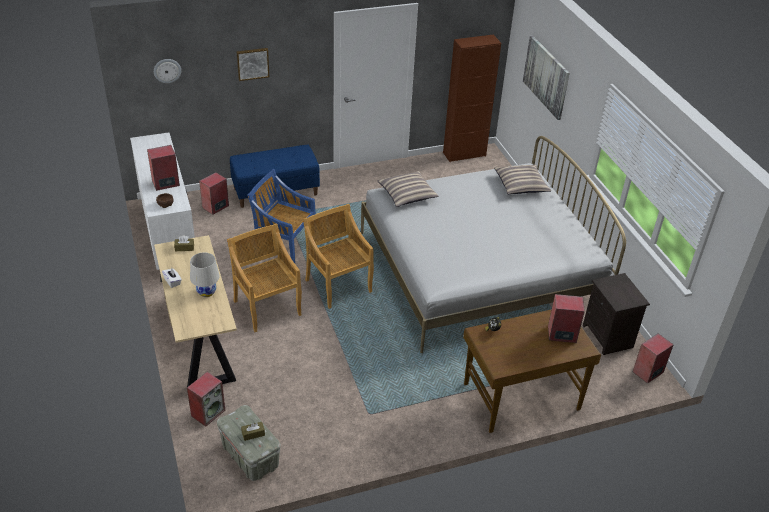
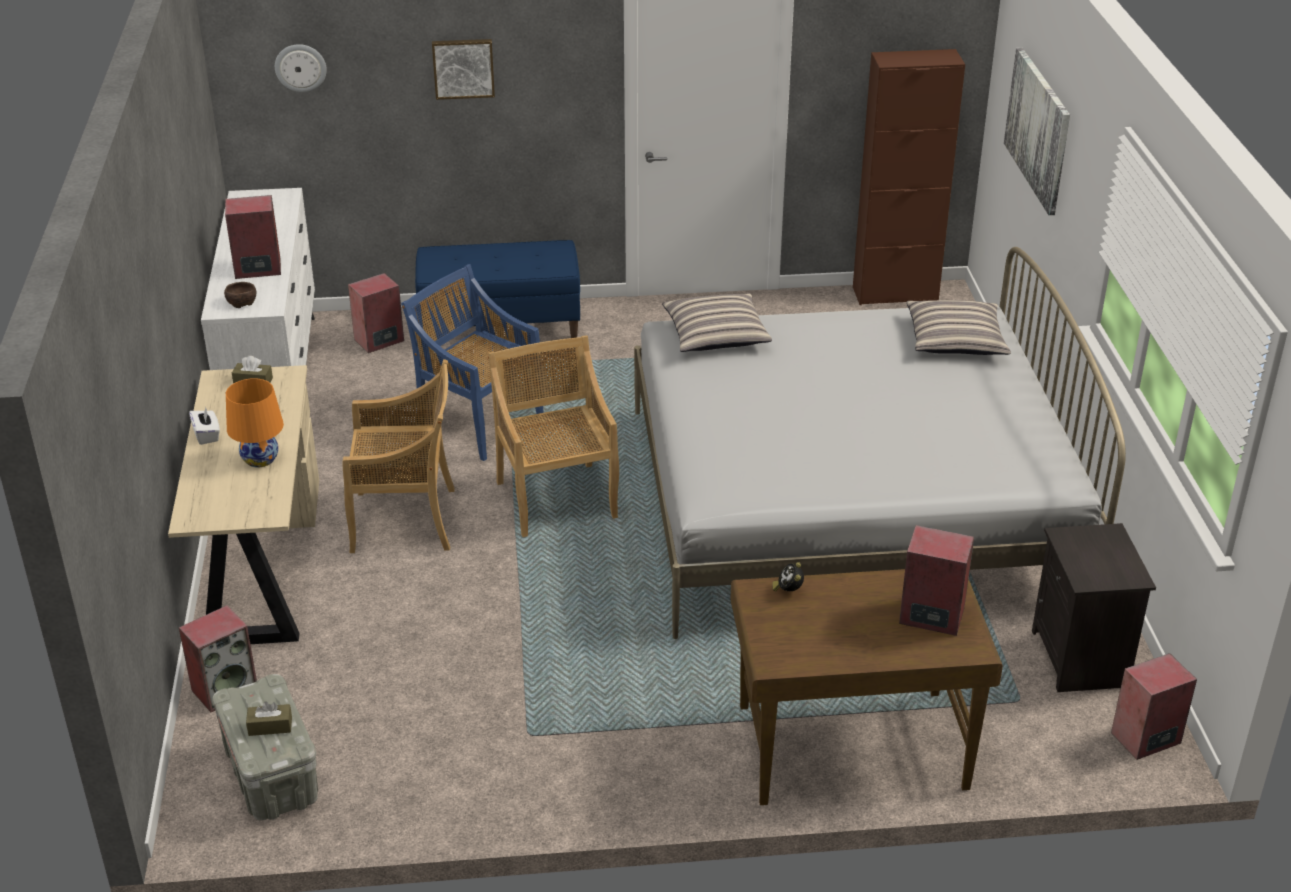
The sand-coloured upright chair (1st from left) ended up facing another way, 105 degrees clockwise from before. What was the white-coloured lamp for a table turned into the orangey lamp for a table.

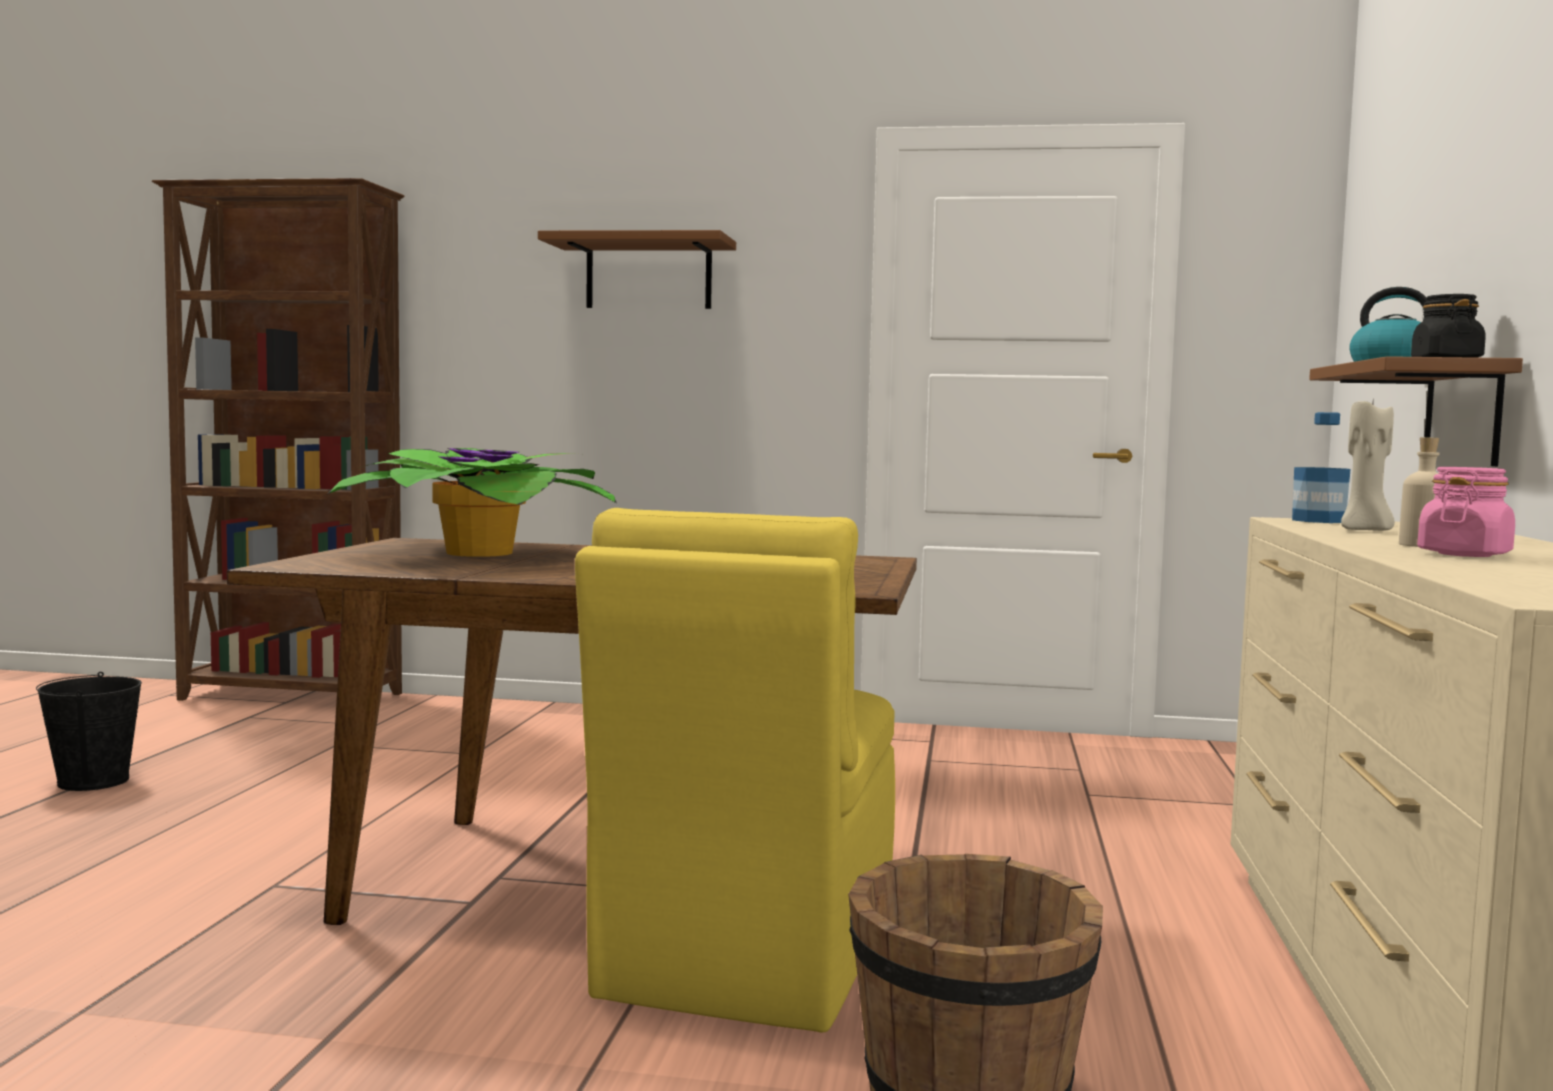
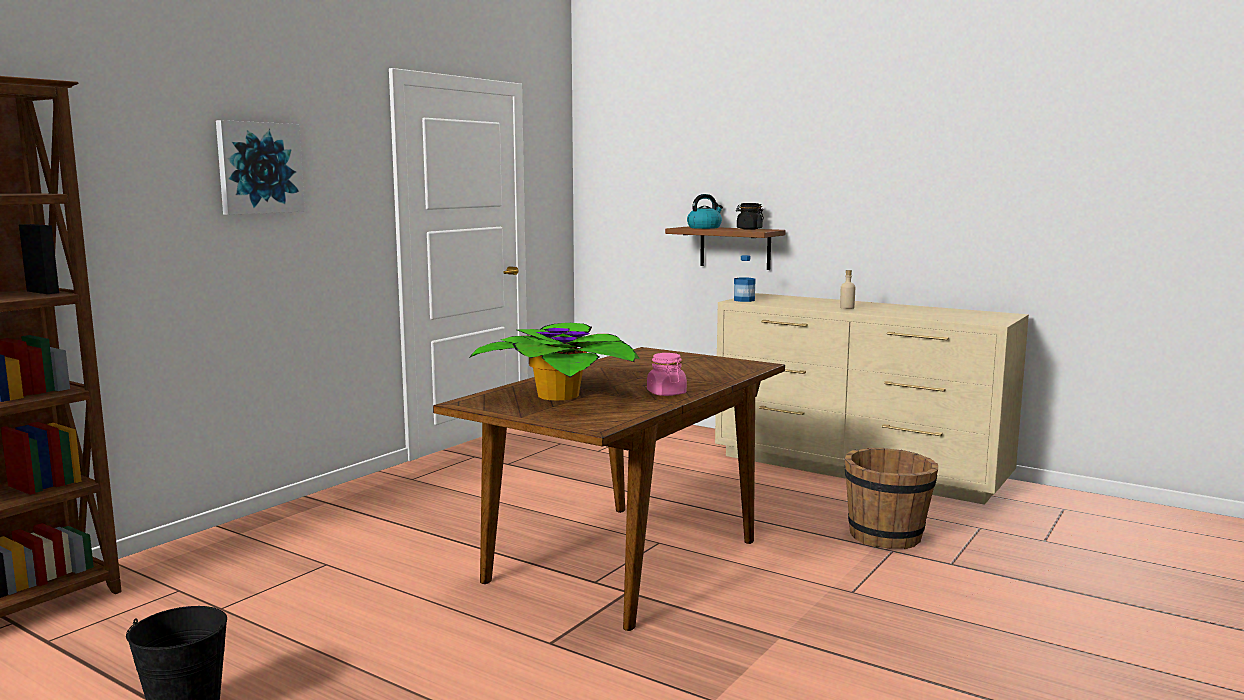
Where the brown bracket shelf (1st from left) hung, the wall picture came to hang. The second view lost the sand-coloured wax candle. The pink jar ended up elsewhere. The second view lost the yellowish upright chair.

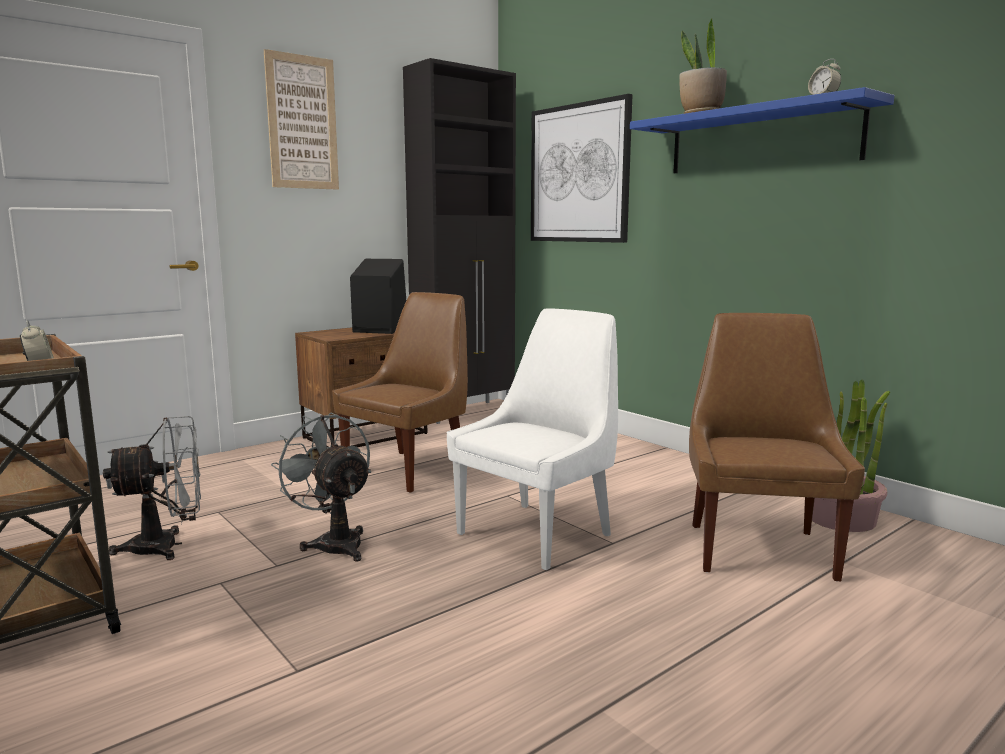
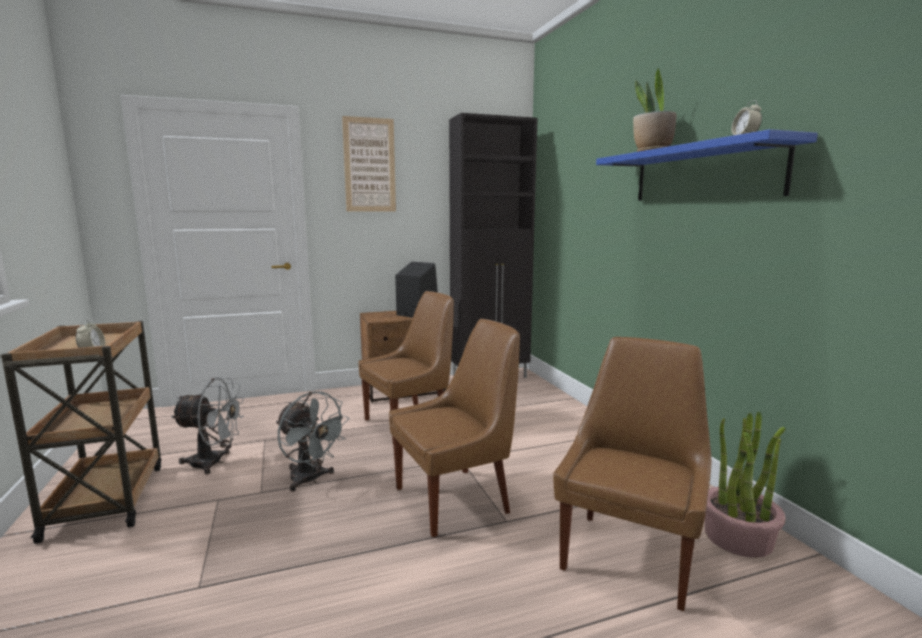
The second view lost the wall picture (2nd from left). What was the white-coloured upright chair turned into the brown upright chair (2nd from left). The greyish cooling fan (2nd from left) ended up facing another way, 150 degrees clockwise from before.

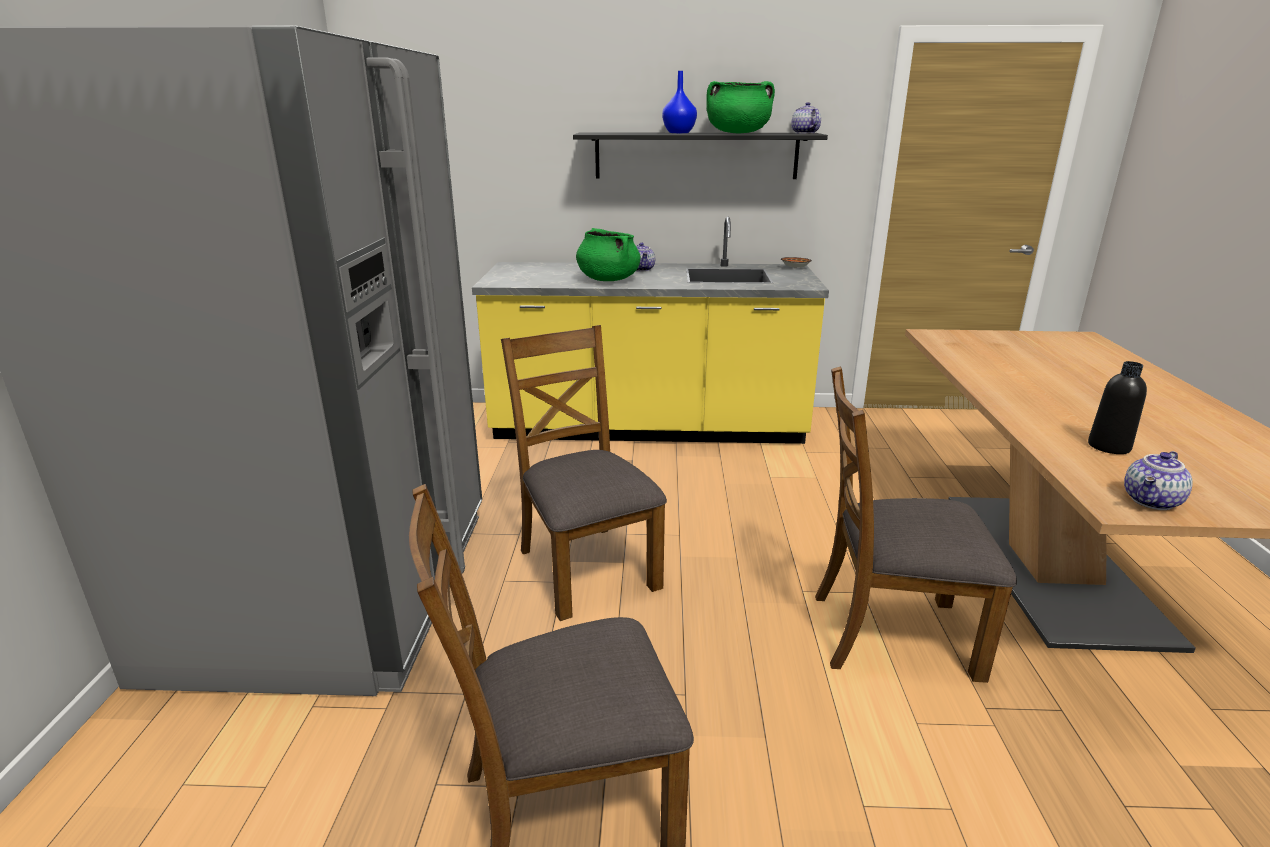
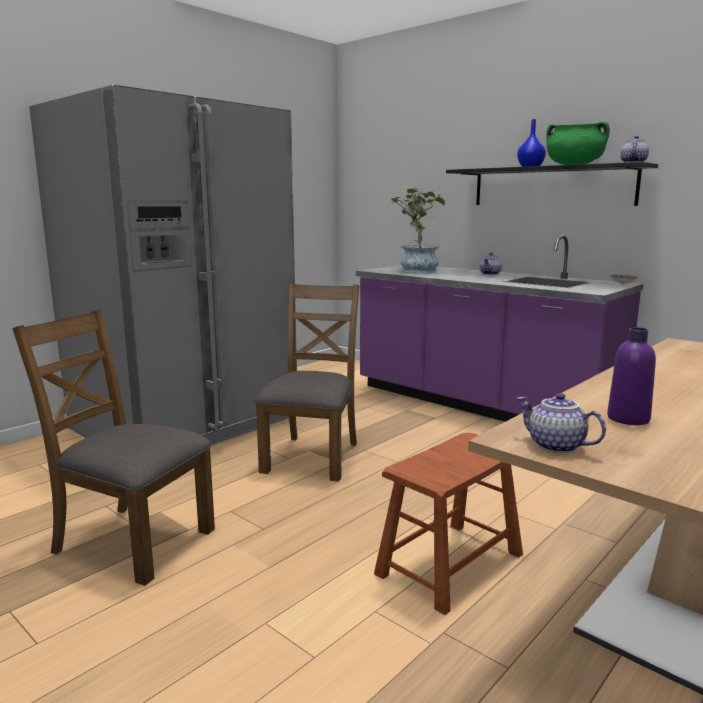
What was the yellowish counter turned into the purplish counter. The second view lost the green-coloured saucepot (1st from left). What was the blackish bottle turned into the purplish bottle. Where the brown upright chair (3rd from left) stood, the brown sitting stool came to stand. The pot for tea (3rd from left in the first image) ended up facing another way, 45 degrees clockwise from before. The second view gained the plant in a pot.

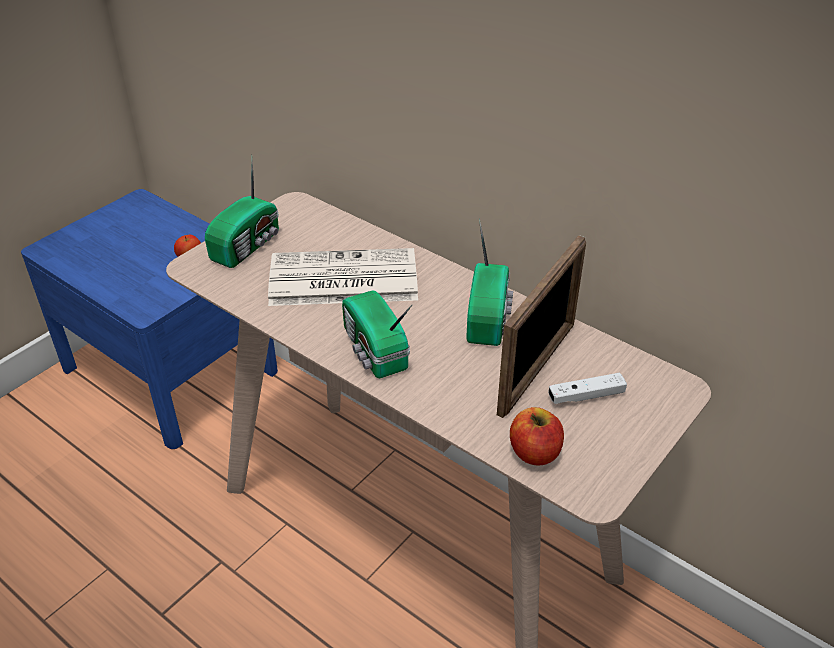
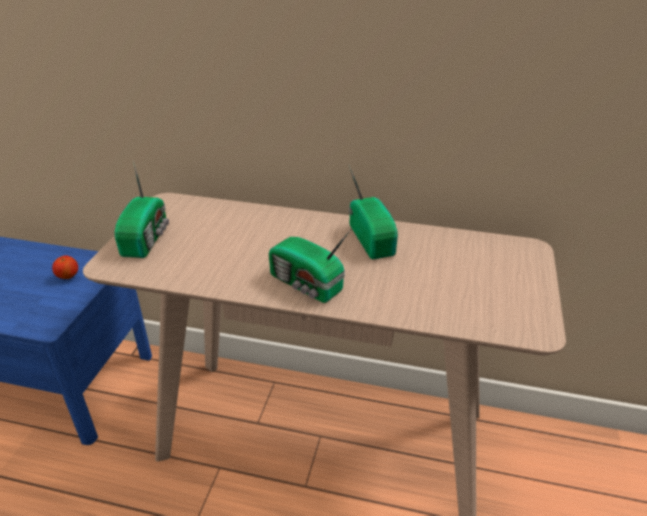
The second view lost the picture frame. The second view lost the newspaper. The second view lost the white-coloured gamepad. The second view lost the apple fruit (2nd from left).

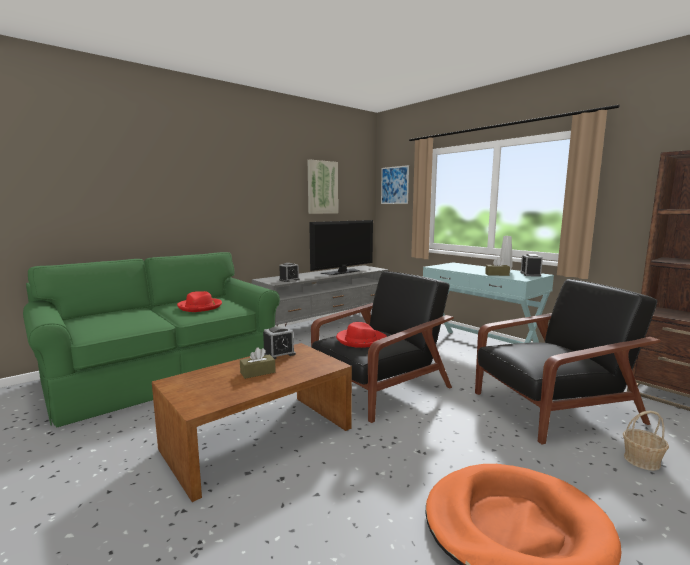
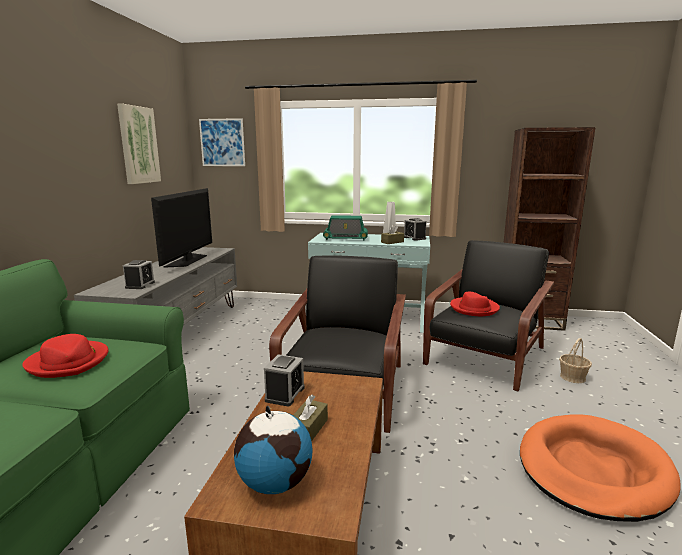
The red wearable hat (2nd from left) ended up elsewhere. The second view gained the radio. The second view gained the desk globe.

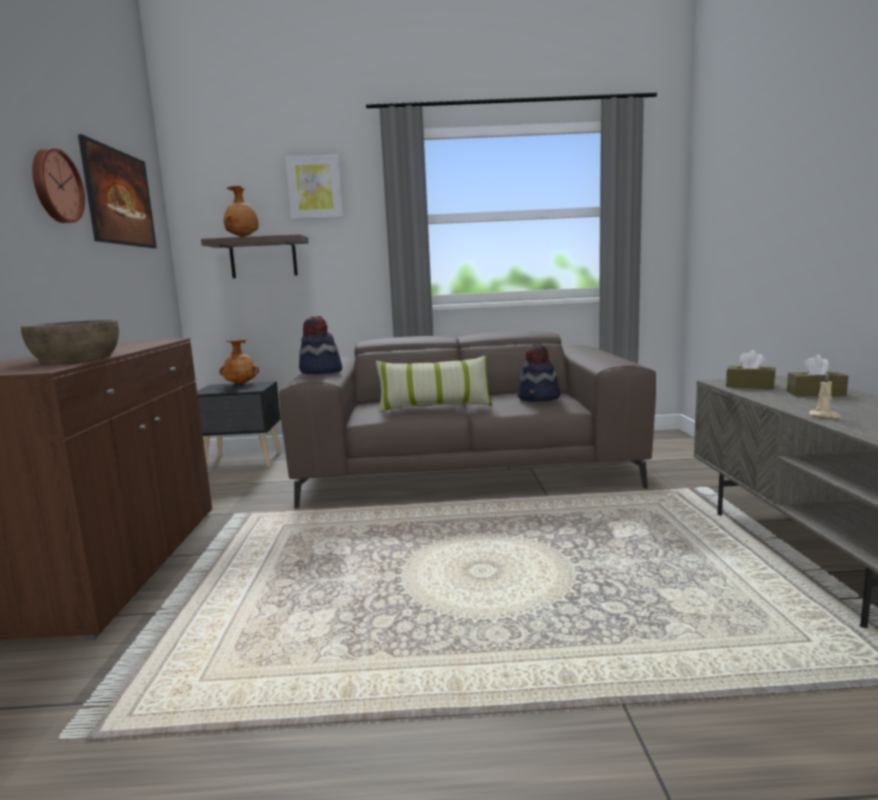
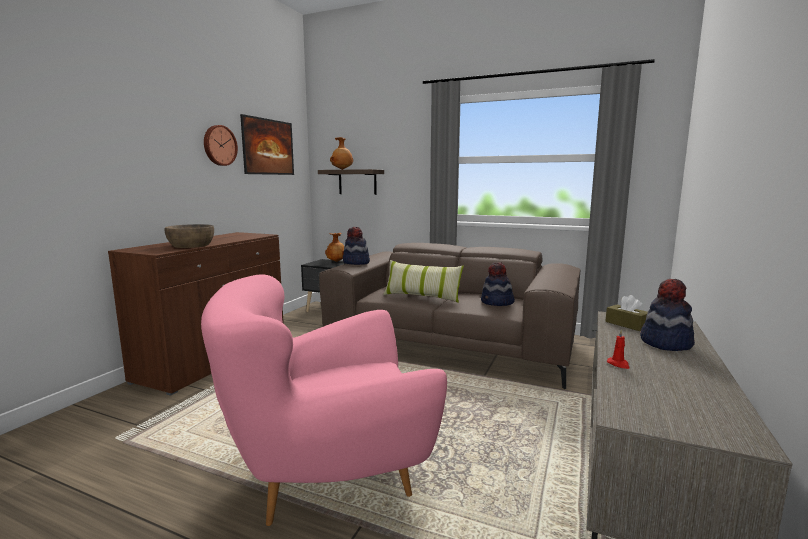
The second view lost the wall picture (2nd from left). Where the brown tissue box (2nd from left) stood, the wearable hat (3rd from left) came to stand. What was the sand-coloured wax candle turned into the red wax candle. The second view gained the pink armchair.

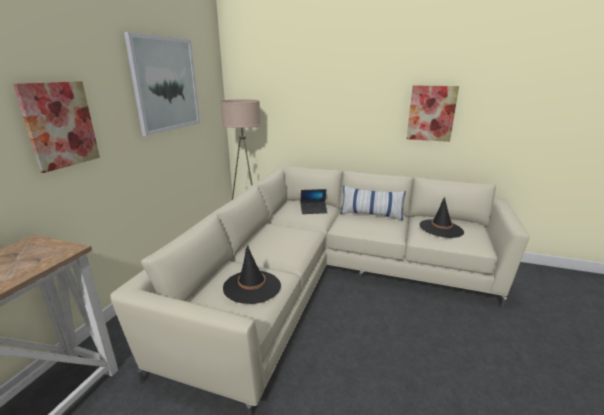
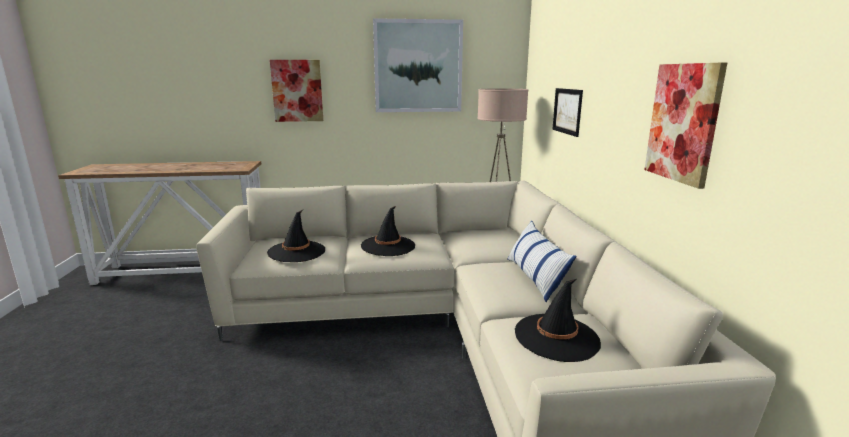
The second view lost the laptop. The second view gained the wall picture (3rd from left). The second view gained the blackish wearable hat (2nd from left).

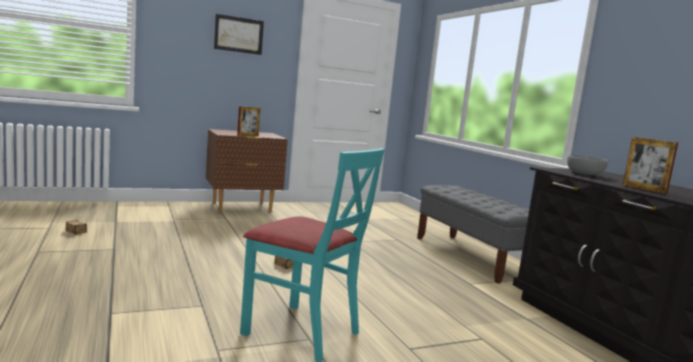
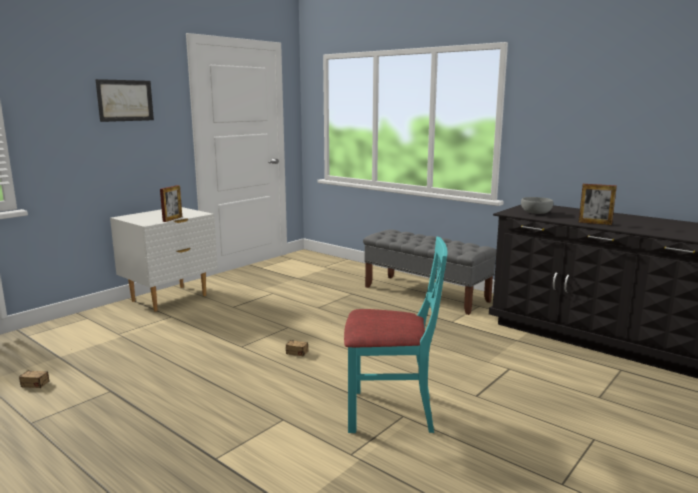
What was the brown night table turned into the white-coloured night table.

